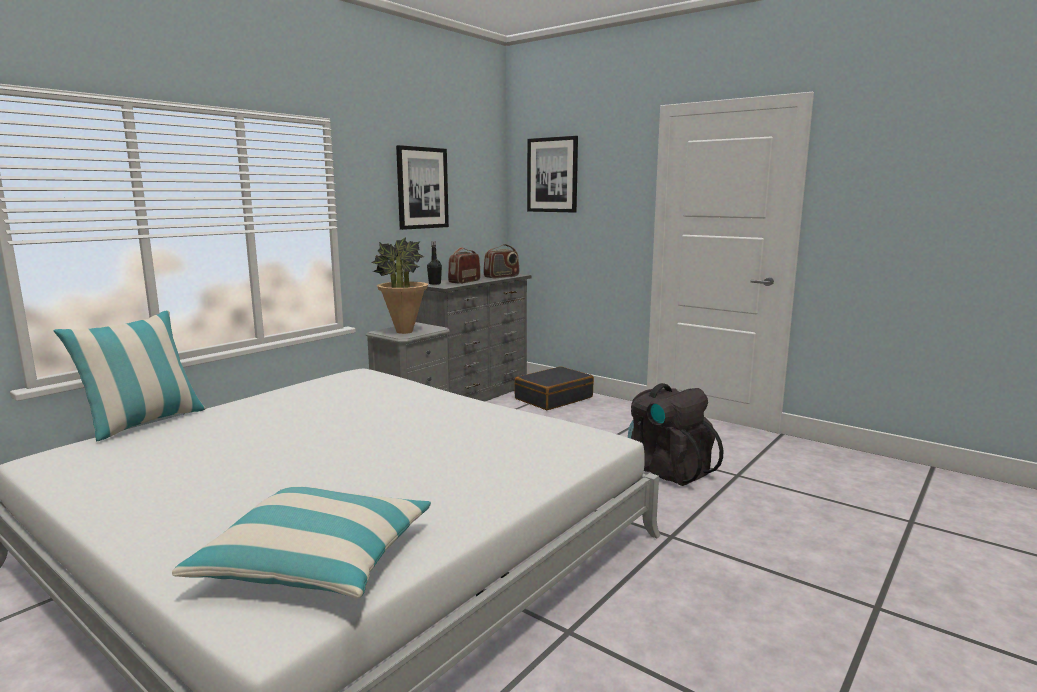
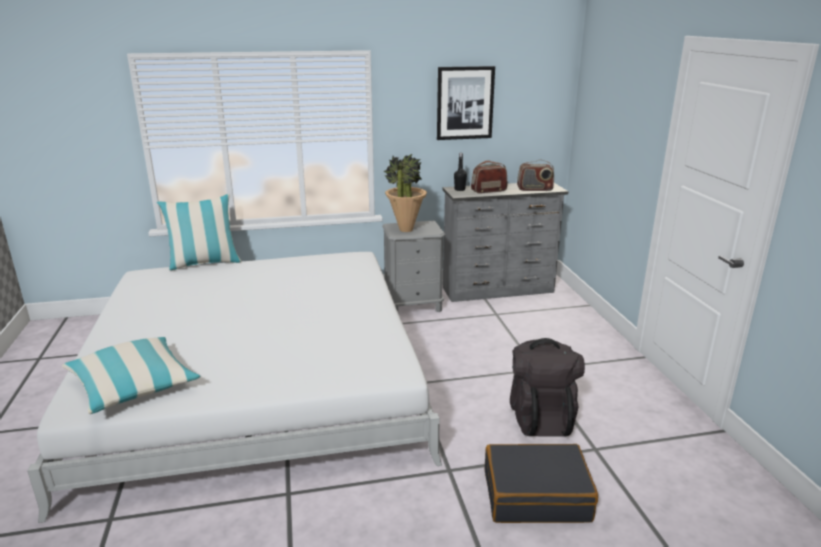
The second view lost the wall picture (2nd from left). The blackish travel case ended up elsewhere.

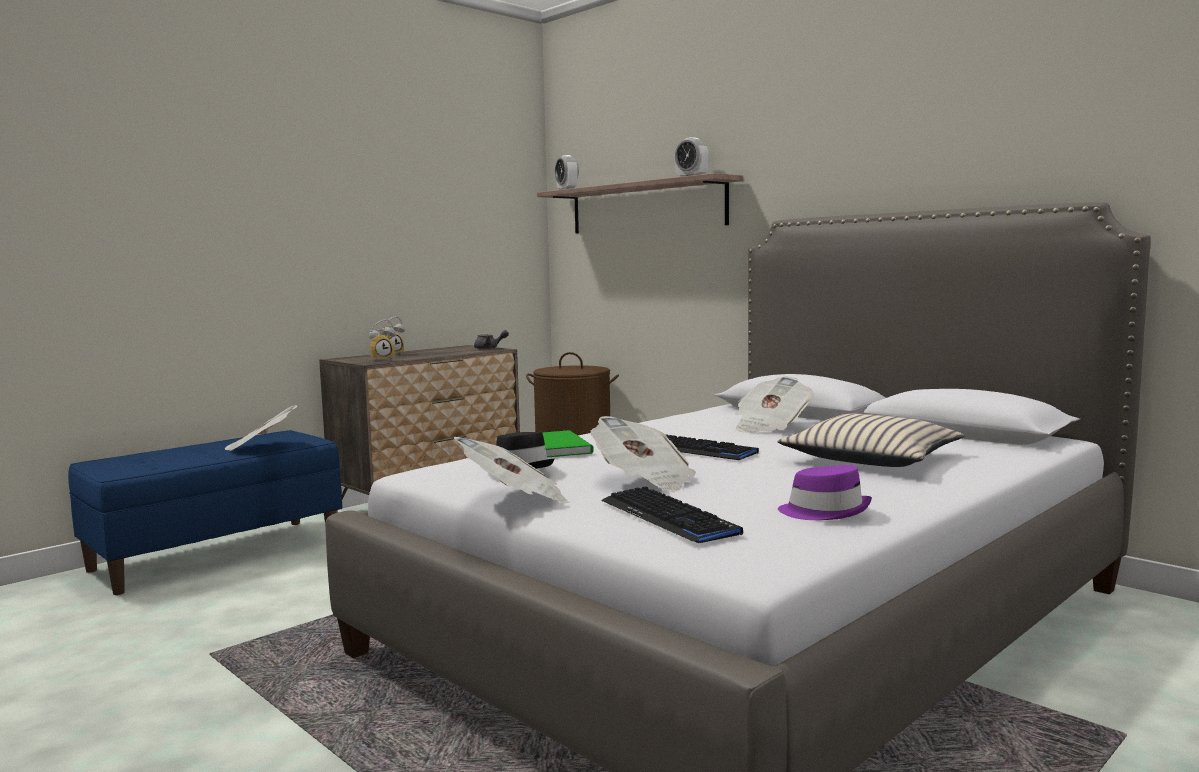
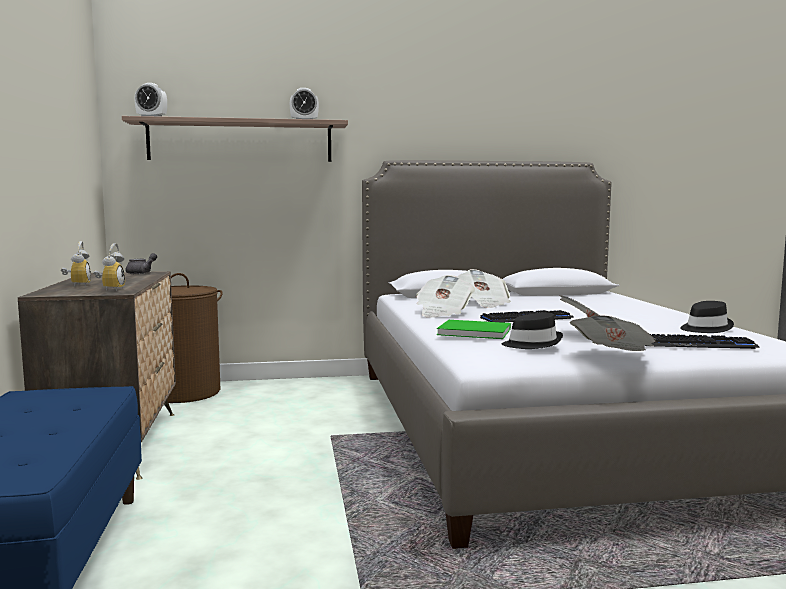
The newspaper (1st from left) ended up elsewhere. The second view lost the sand-coloured pillow. What was the purplish wearable hat turned into the blackish wearable hat (2nd from left).

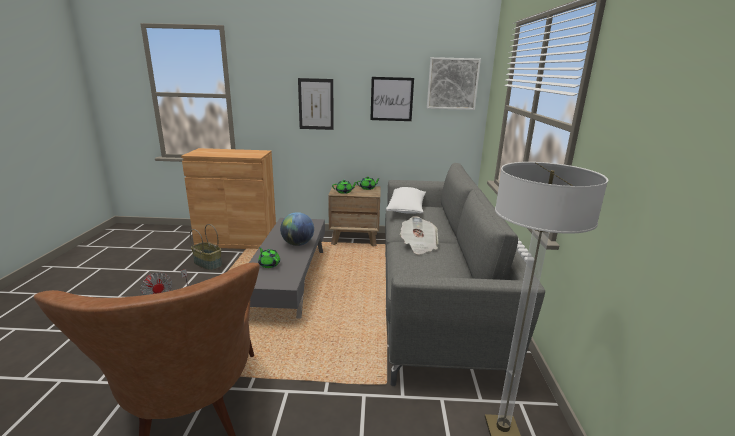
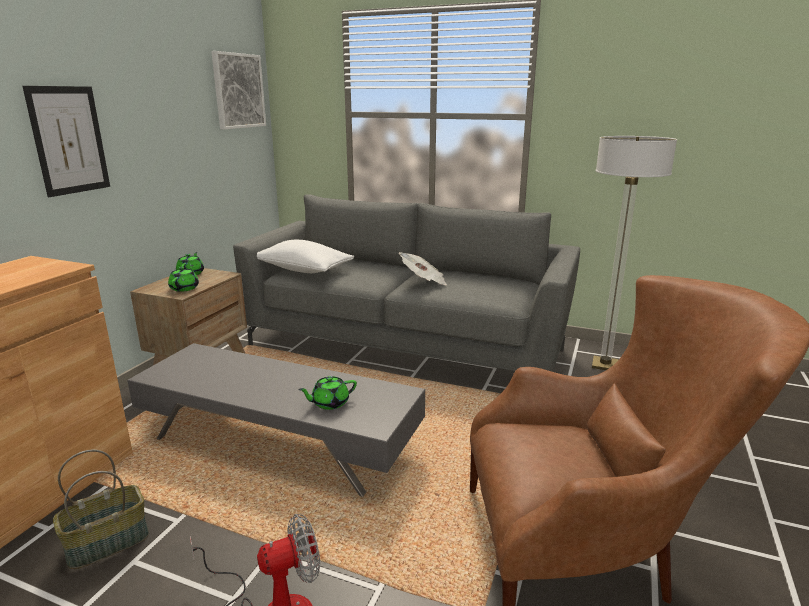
The second view lost the wall picture (2nd from left). The second view lost the desk globe.

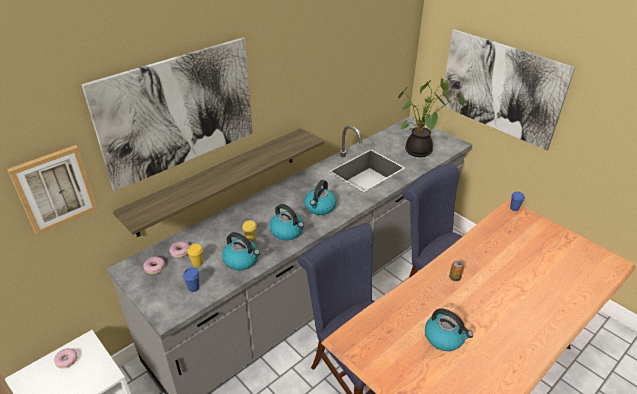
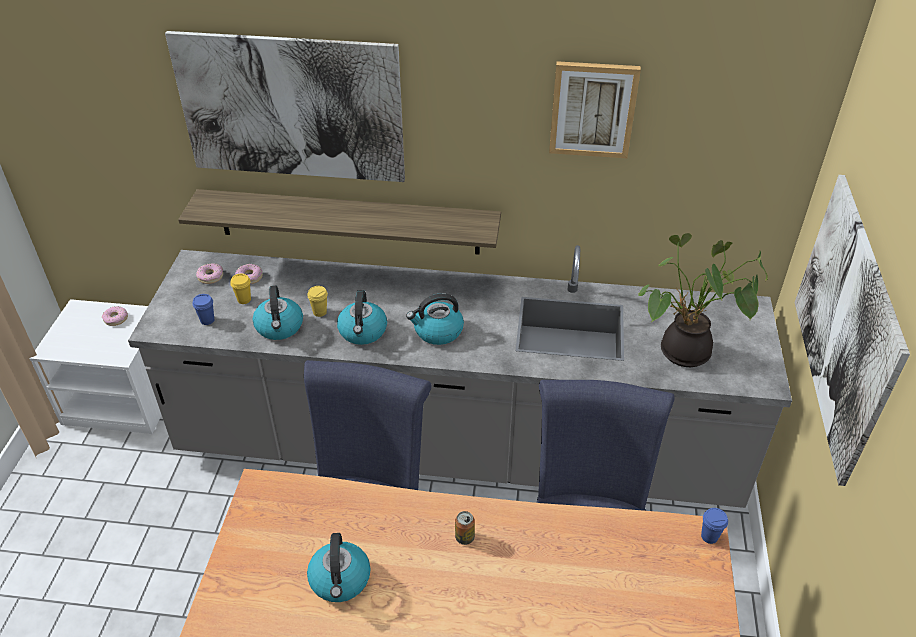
The wall picture (1st from left in the first image) ended up elsewhere.

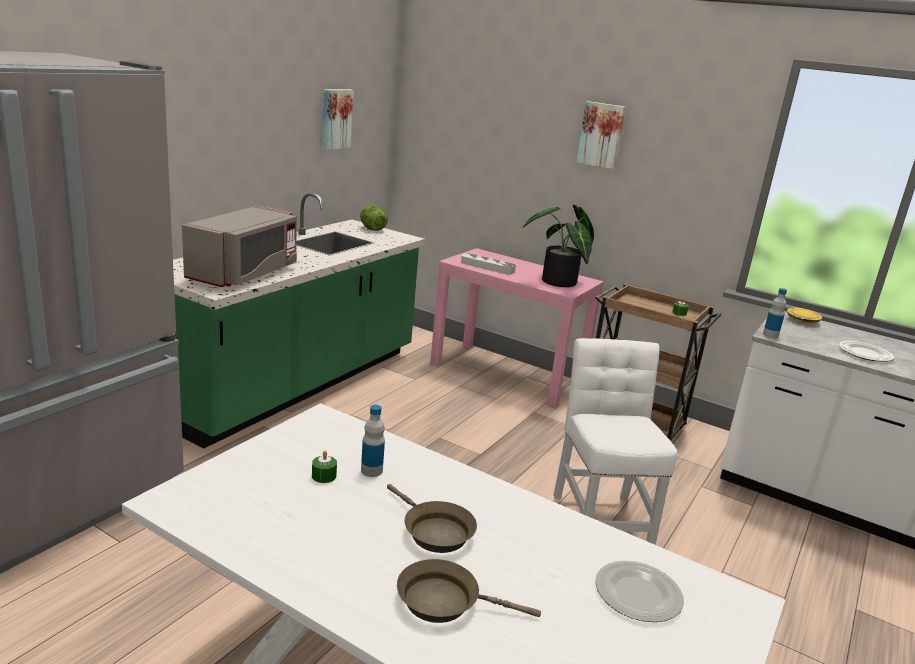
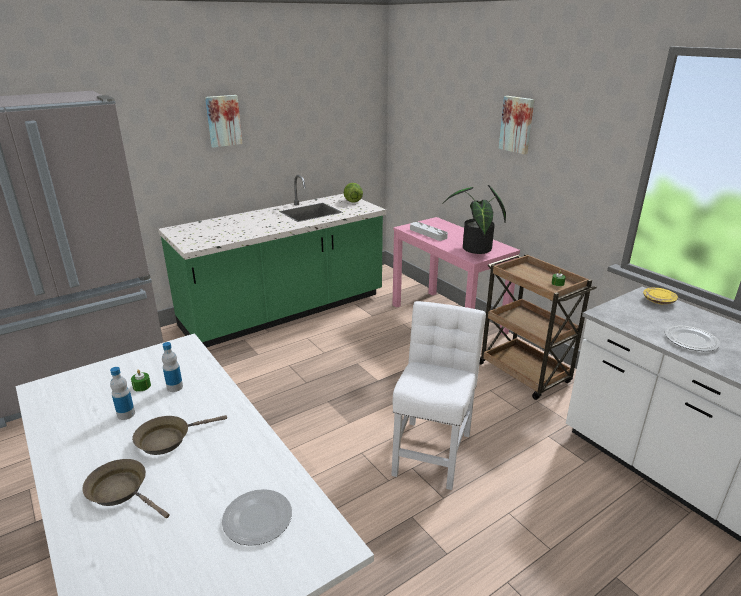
The wall picture (1st from left) ended up elsewhere. The second view lost the greyish microwave oven. The bottle (2nd from left in the first image) ended up elsewhere. The brown pan (1st from left in the first image) ended up facing another way, 75 degrees clockwise from before.

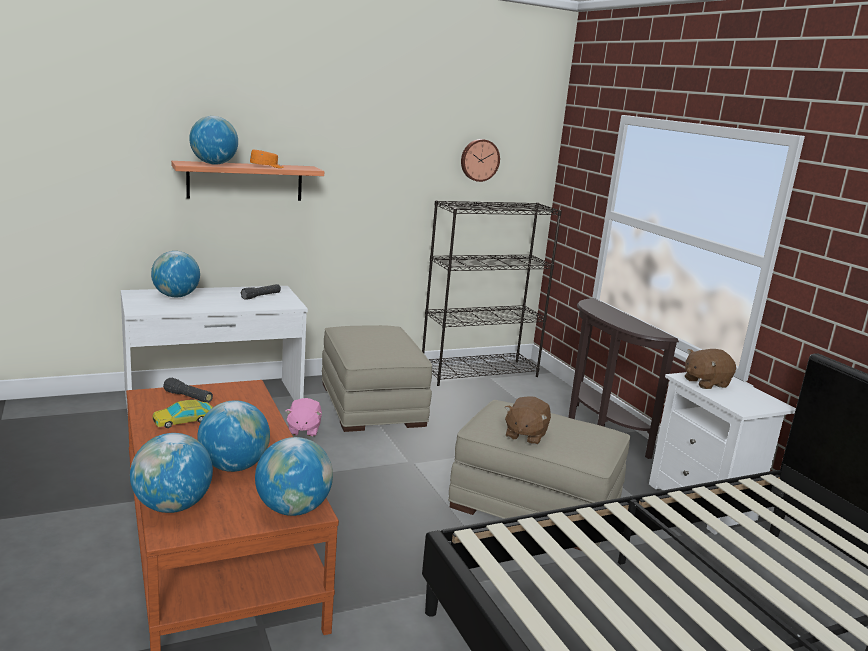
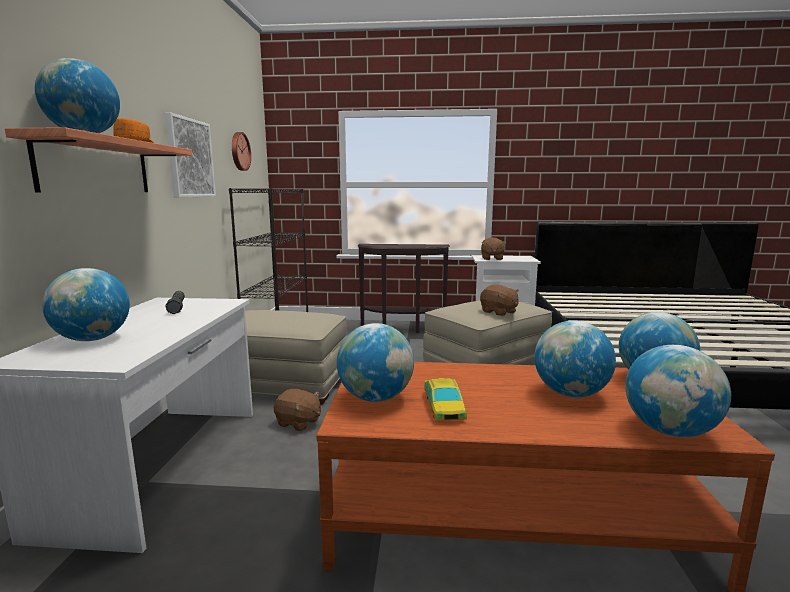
Where the blackish hand torch (1st from left) stood, the desk globe (3rd from left) came to stand. What was the pink plush toy turned into the brown plush toy (1st from left). The second view gained the wall picture.

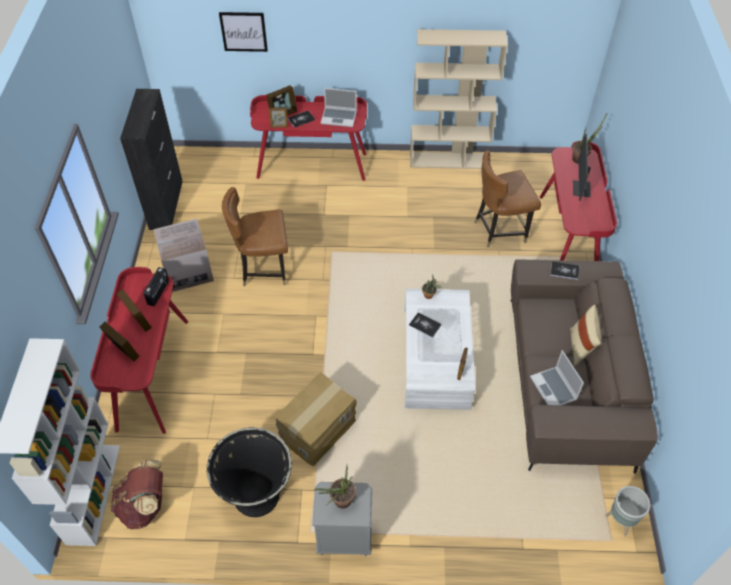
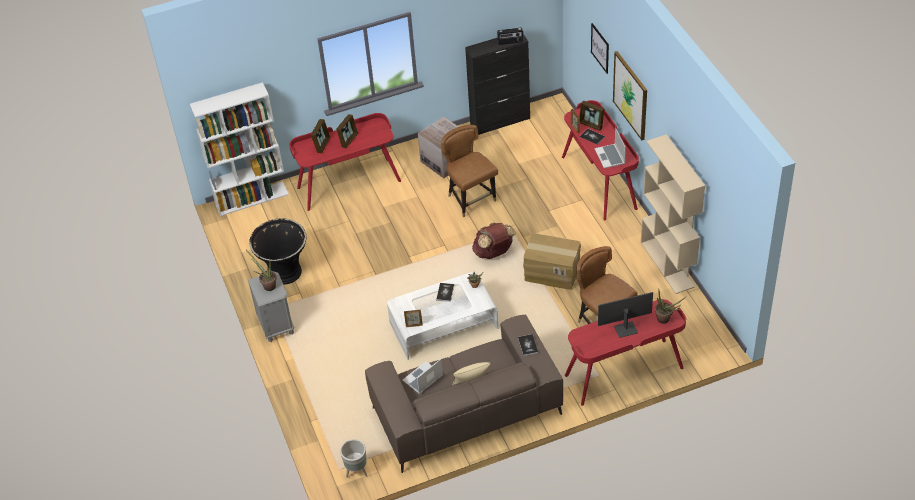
The radio ended up elsewhere. The carton (2nd from left) ended up elsewhere. The brown knapsack ended up elsewhere. The second view gained the wall picture (2nd from left).

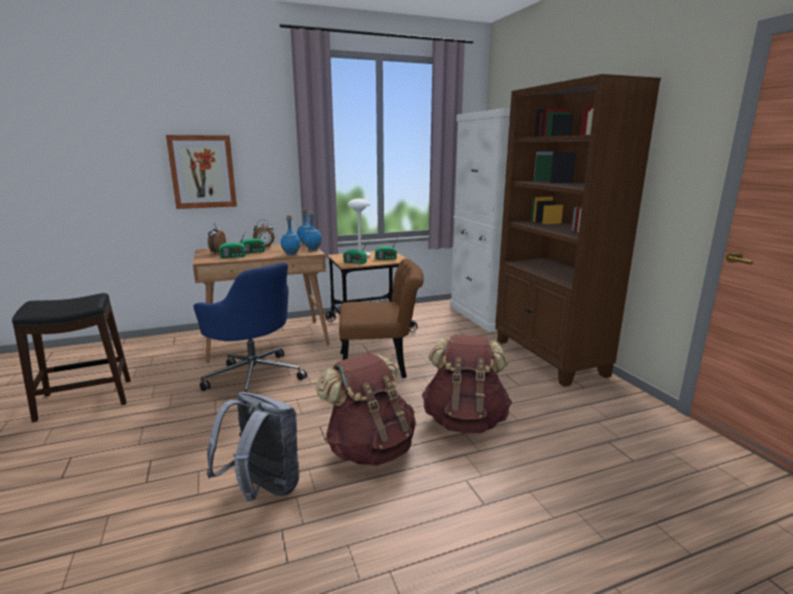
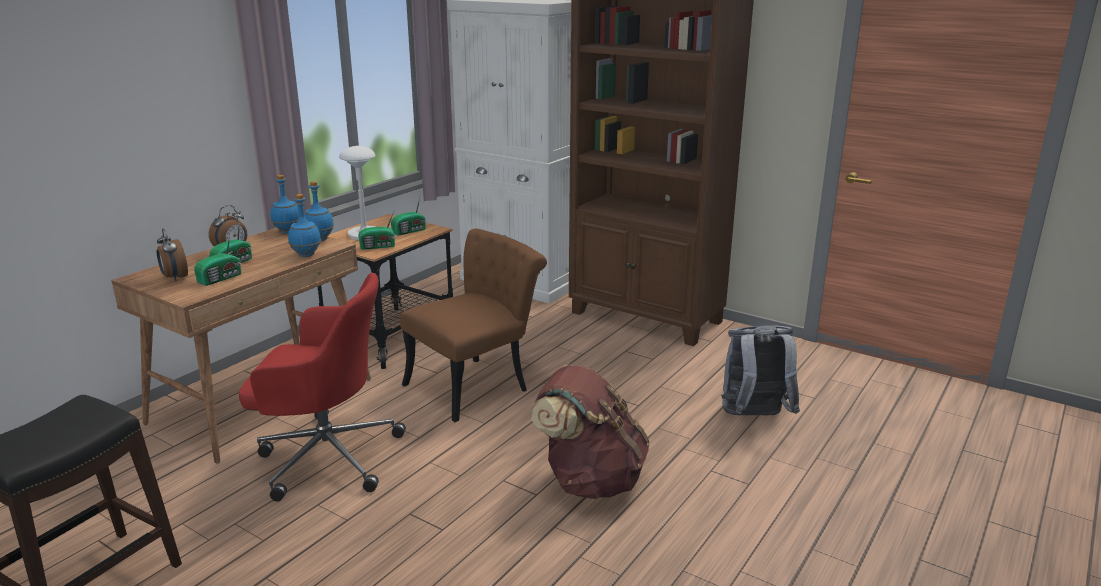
The second view lost the wall picture. What was the blue computer chair turned into the red computer chair. The second view lost the brown knapsack (2nd from left). The greyish knapsack ended up elsewhere.

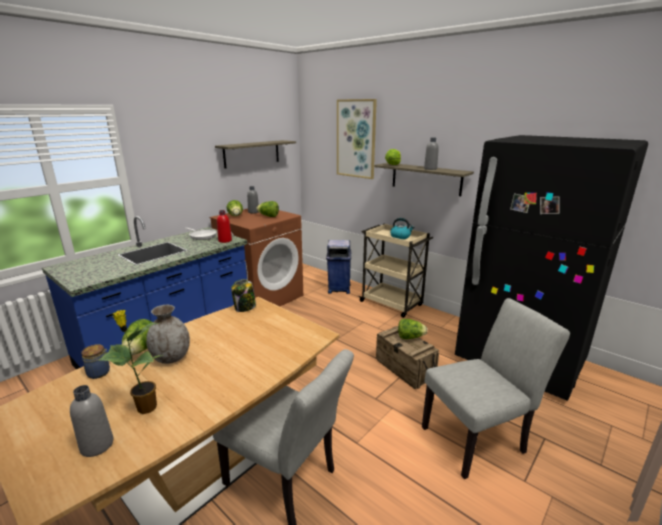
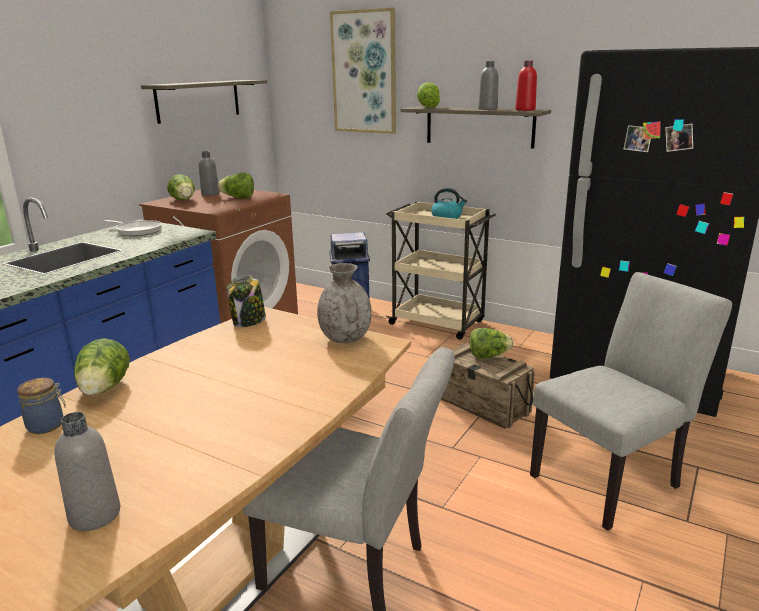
The red bottle ended up elsewhere. The greyish vase ended up elsewhere. The second view lost the plant in a pot.

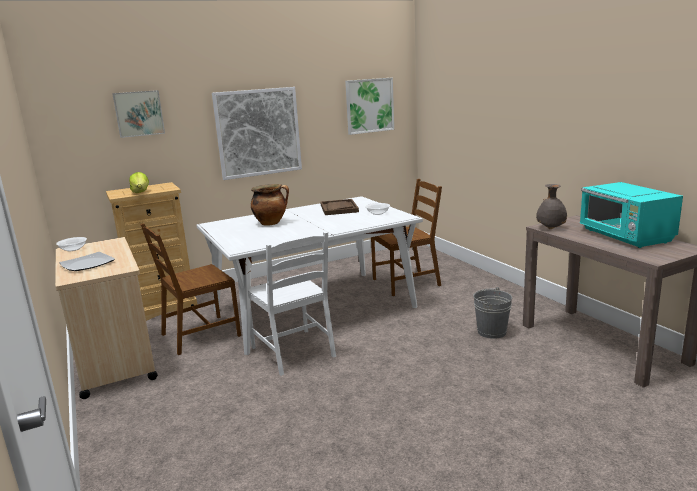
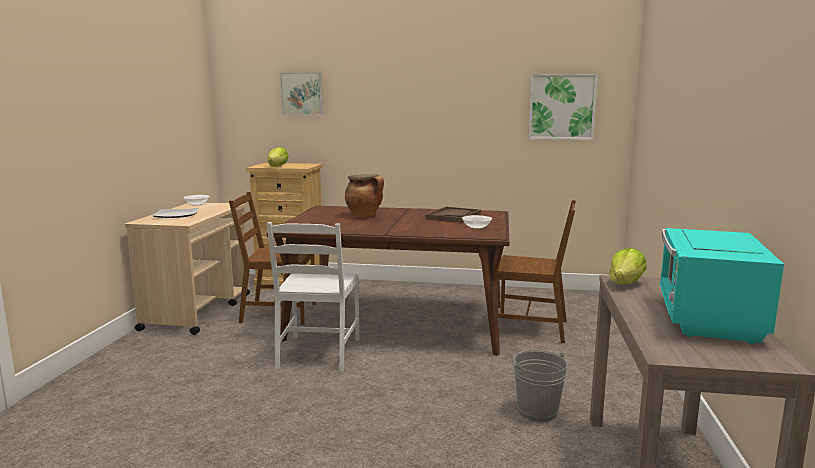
The second view lost the wall picture (2nd from left). Where the greyish vase stood, the lettuce (2nd from left) came to stand. What was the white-coloured dining table turned into the brown dining table.

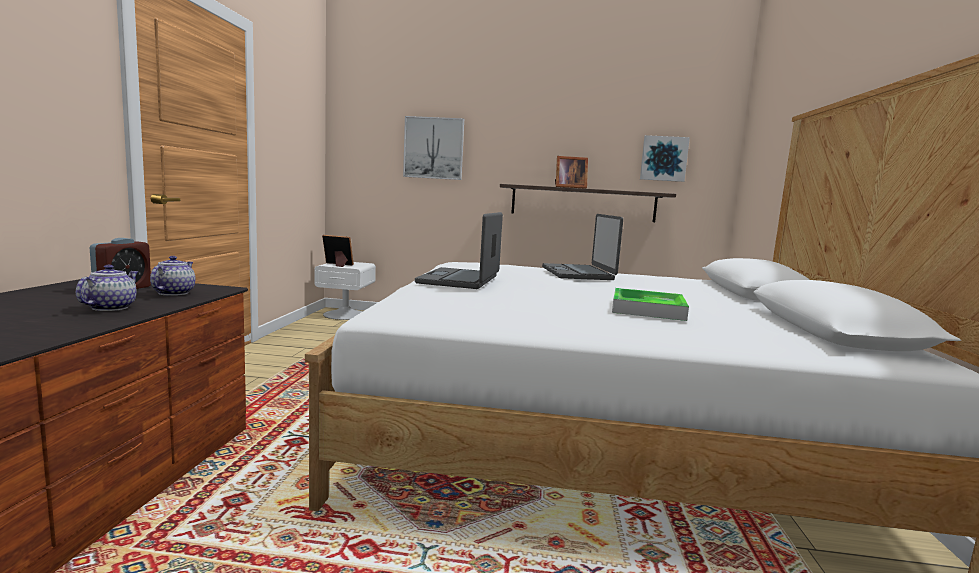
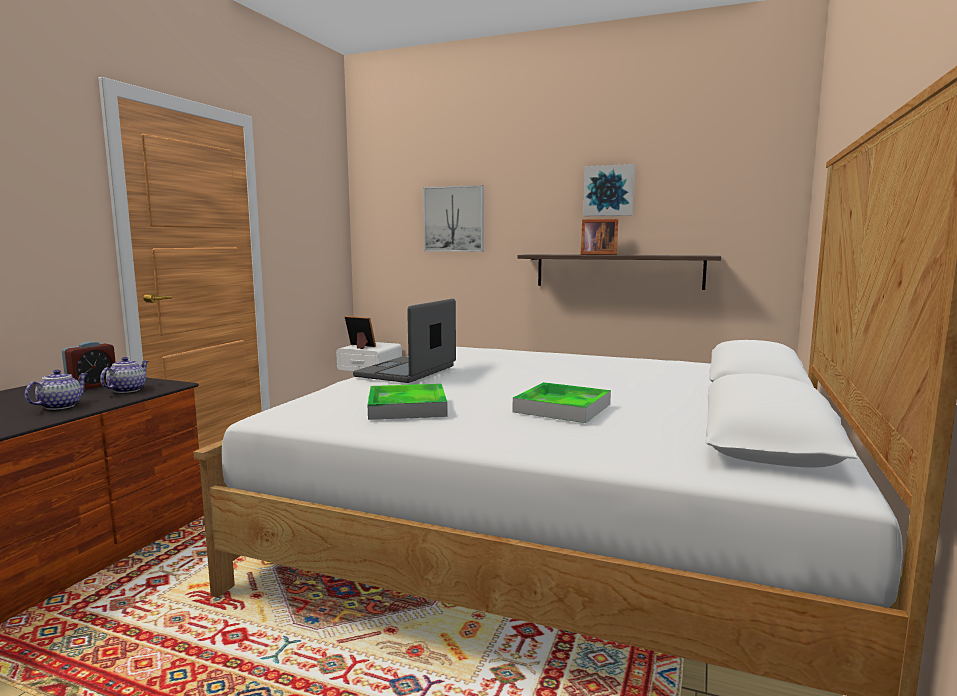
The wall picture (2nd from left) ended up elsewhere. The second view lost the laptop (2nd from left). The second view gained the tray (1st from left).

